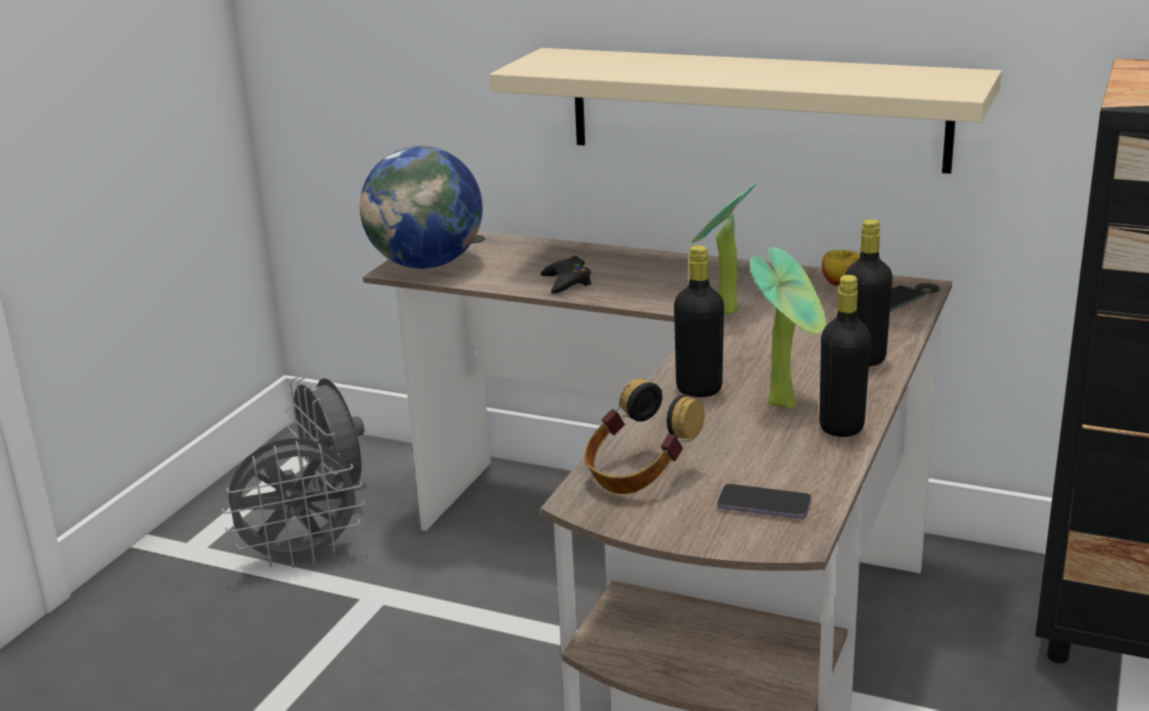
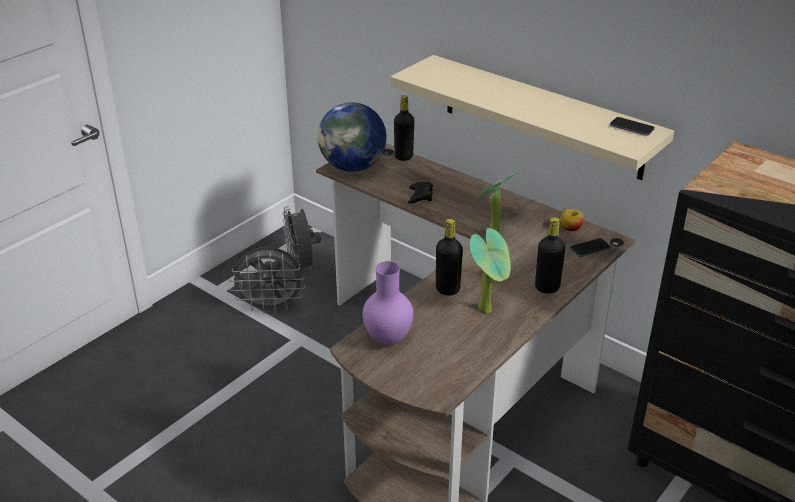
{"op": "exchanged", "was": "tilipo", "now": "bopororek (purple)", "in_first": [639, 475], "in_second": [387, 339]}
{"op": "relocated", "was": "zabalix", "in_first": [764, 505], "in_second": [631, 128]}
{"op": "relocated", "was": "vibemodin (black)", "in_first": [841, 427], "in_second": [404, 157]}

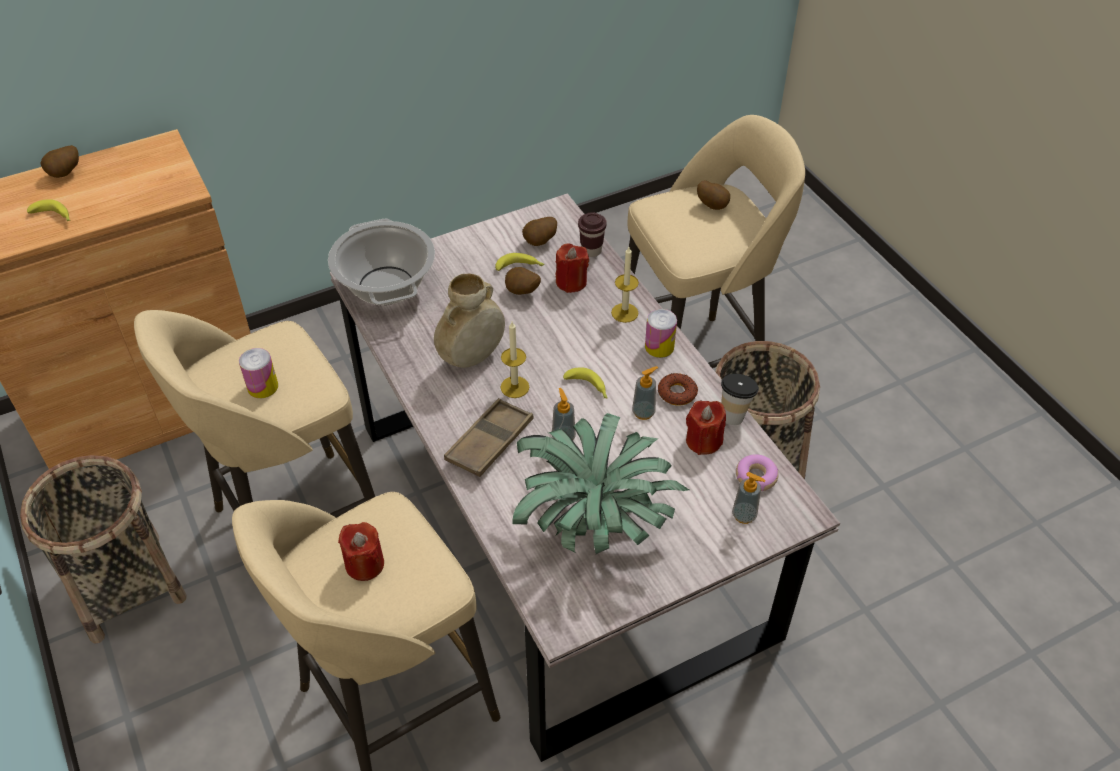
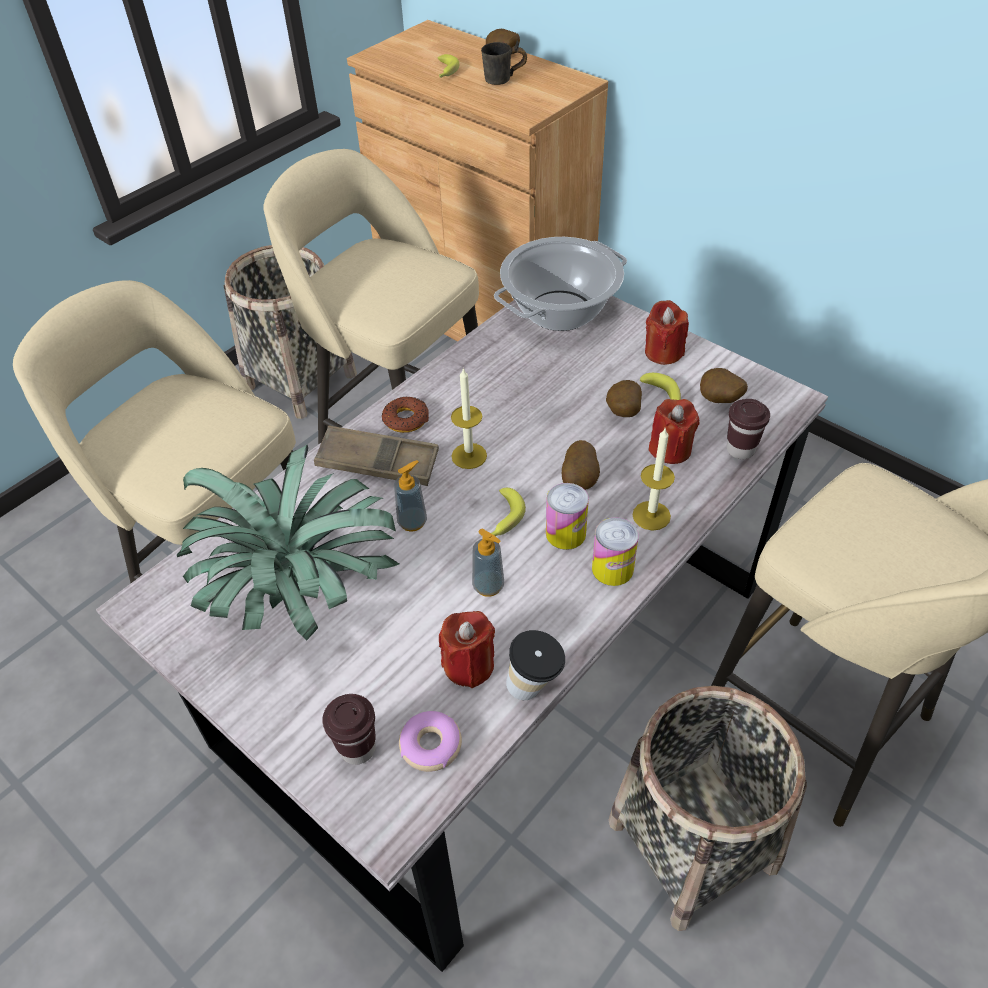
{"op": "relocated", "was": "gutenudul", "in_first": [262, 386], "in_second": [565, 533]}
{"op": "relocated", "was": "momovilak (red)", "in_first": [364, 564], "in_second": [663, 352]}
{"op": "missing", "was": "bopororek (beige)", "in_first": [472, 357]}
{"op": "relocated", "was": "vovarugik", "in_first": [677, 393], "in_second": [406, 419]}
{"op": "relocated", "was": "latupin", "in_first": [713, 205], "in_second": [580, 481]}
{"op": "exchanged", "was": "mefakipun", "now": "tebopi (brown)", "in_first": [744, 515], "in_second": [357, 748]}
{"op": "appeared", "now": "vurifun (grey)", "in_second": [504, 82]}

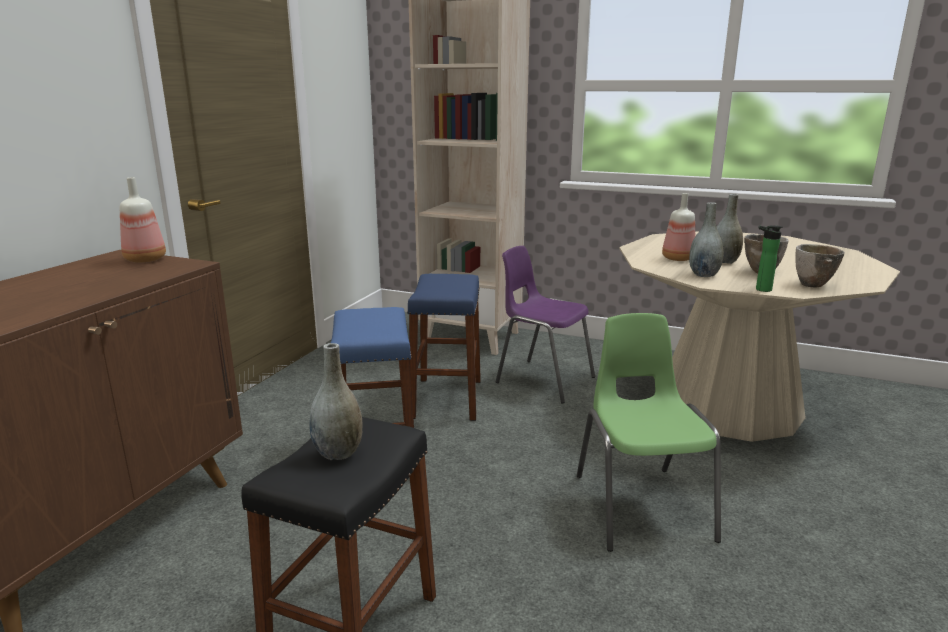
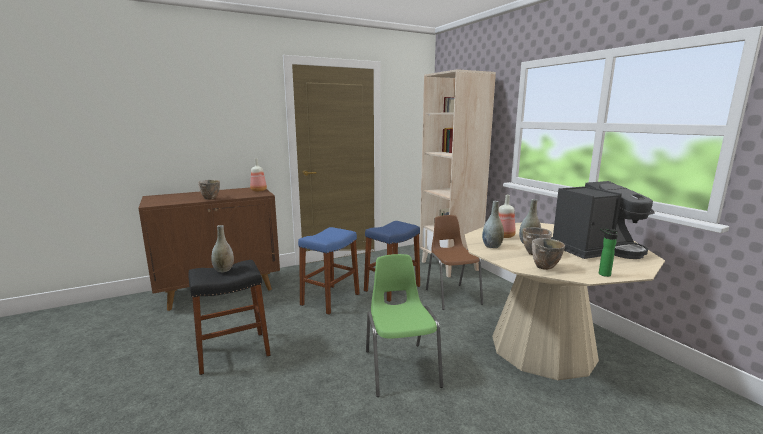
{"op": "colour", "was": "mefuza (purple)", "now": "mefuza (brown)", "in_first": [543, 379], "in_second": [452, 296]}
{"op": "spun", "was": "mefuza (green)", "in_first": [641, 505], "in_second": [401, 367], "clockwise": -45}
{"op": "relocated", "was": "vibemodin", "in_first": [760, 289], "in_second": [602, 274]}
{"op": "appeared", "now": "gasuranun", "in_second": [210, 199]}
{"op": "appeared", "now": "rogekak", "in_second": [596, 249]}

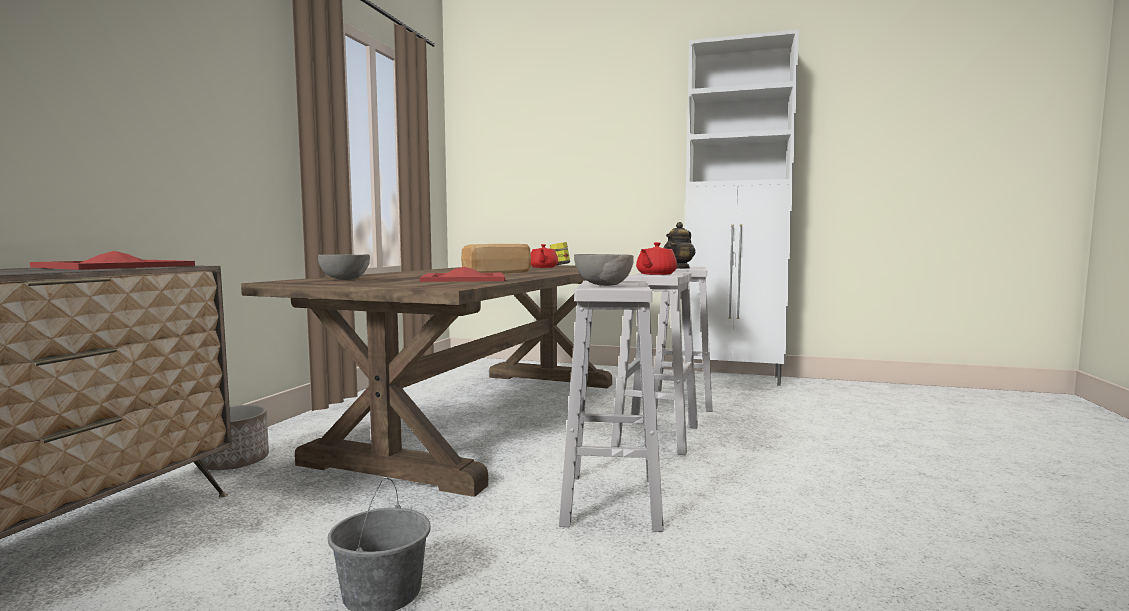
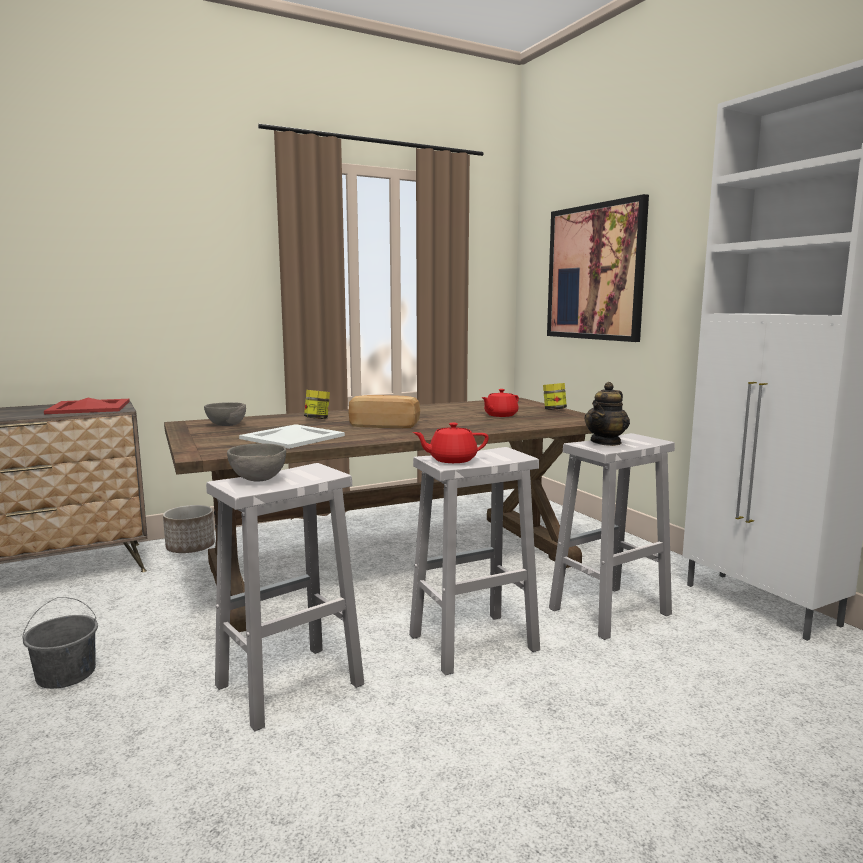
{"op": "colour", "was": "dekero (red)", "now": "dekero (white)", "in_first": [463, 278], "in_second": [292, 437]}
{"op": "spun", "was": "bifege", "in_first": [678, 268], "in_second": [606, 442], "clockwise": -45}
{"op": "appeared", "now": "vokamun", "in_second": [317, 419]}
{"op": "appeared", "now": "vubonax", "in_second": [595, 272]}

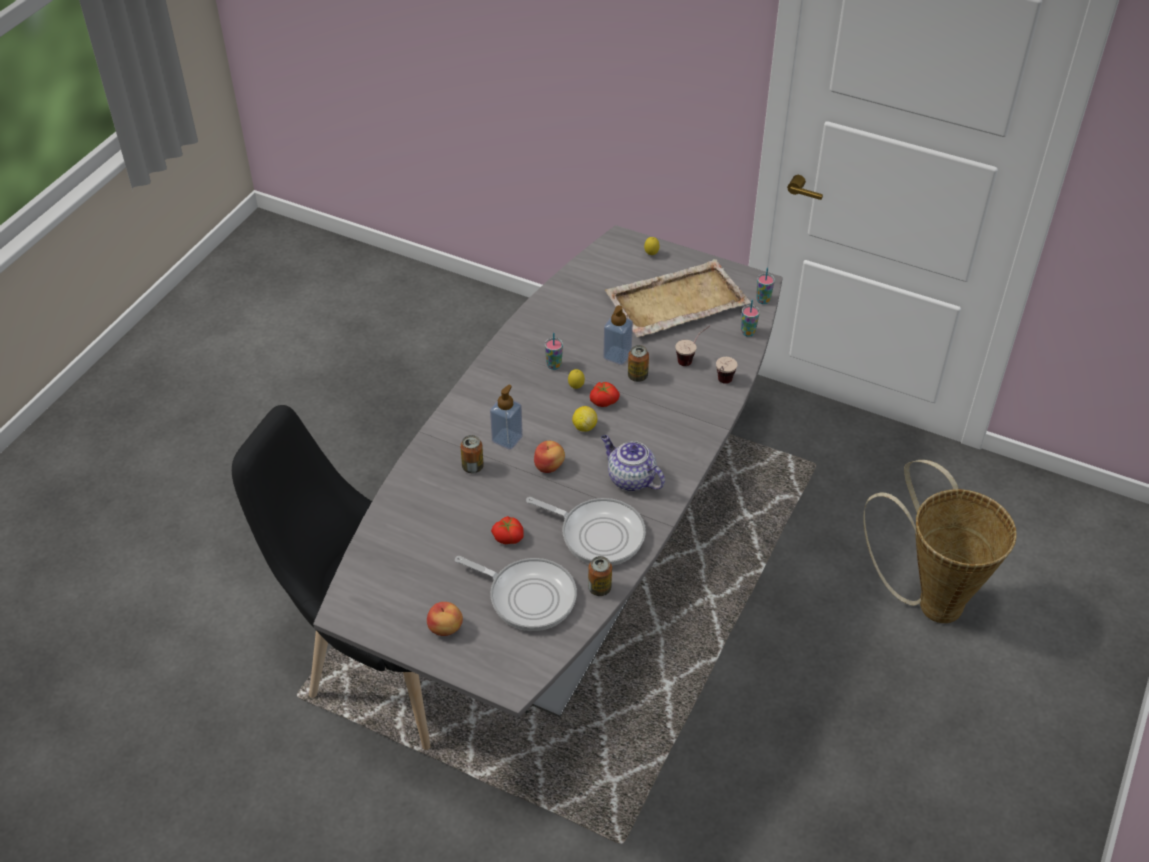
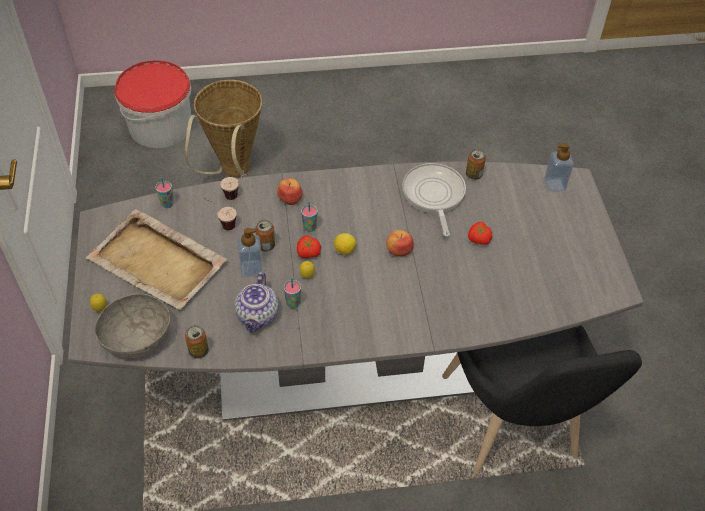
{"op": "relocated", "was": "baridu", "in_first": [445, 629], "in_second": [290, 198]}
{"op": "missing", "was": "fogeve", "in_first": [528, 596]}
{"op": "relocated", "was": "gutenudul", "in_first": [472, 467], "in_second": [198, 351]}
{"op": "relocated", "was": "mefakipun", "in_first": [507, 439], "in_second": [554, 184]}
{"op": "relocated", "was": "bifege", "in_first": [630, 479], "in_second": [258, 316]}
{"op": "relocated", "was": "tebopi", "in_first": [763, 300], "in_second": [309, 227]}
{"op": "appeared", "now": "gasuranun (grey)", "in_second": [137, 337]}
{"op": "appeared", "now": "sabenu", "in_second": [160, 126]}

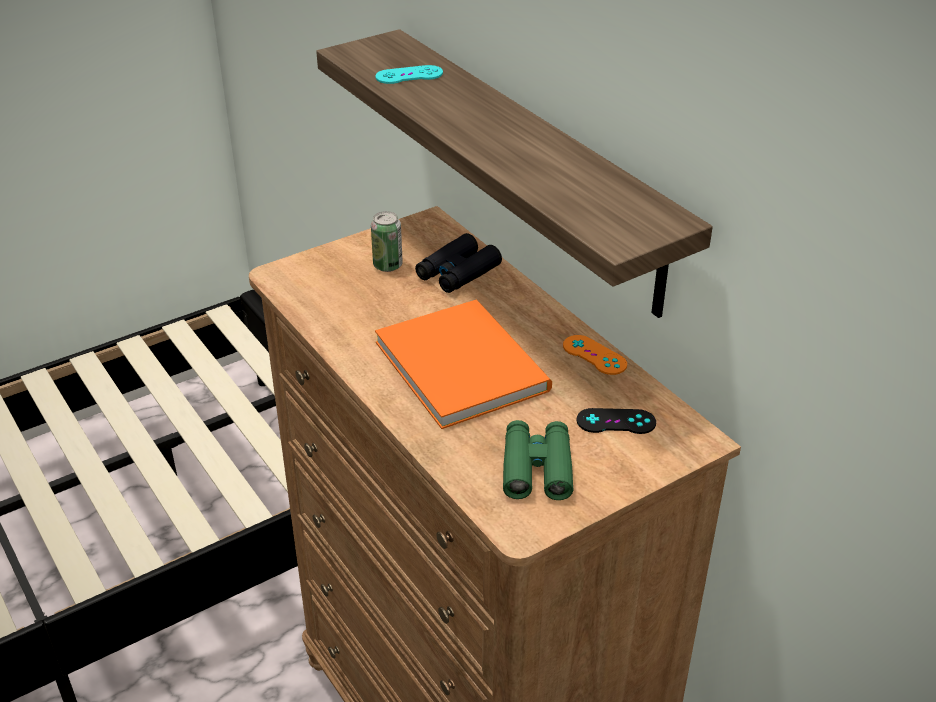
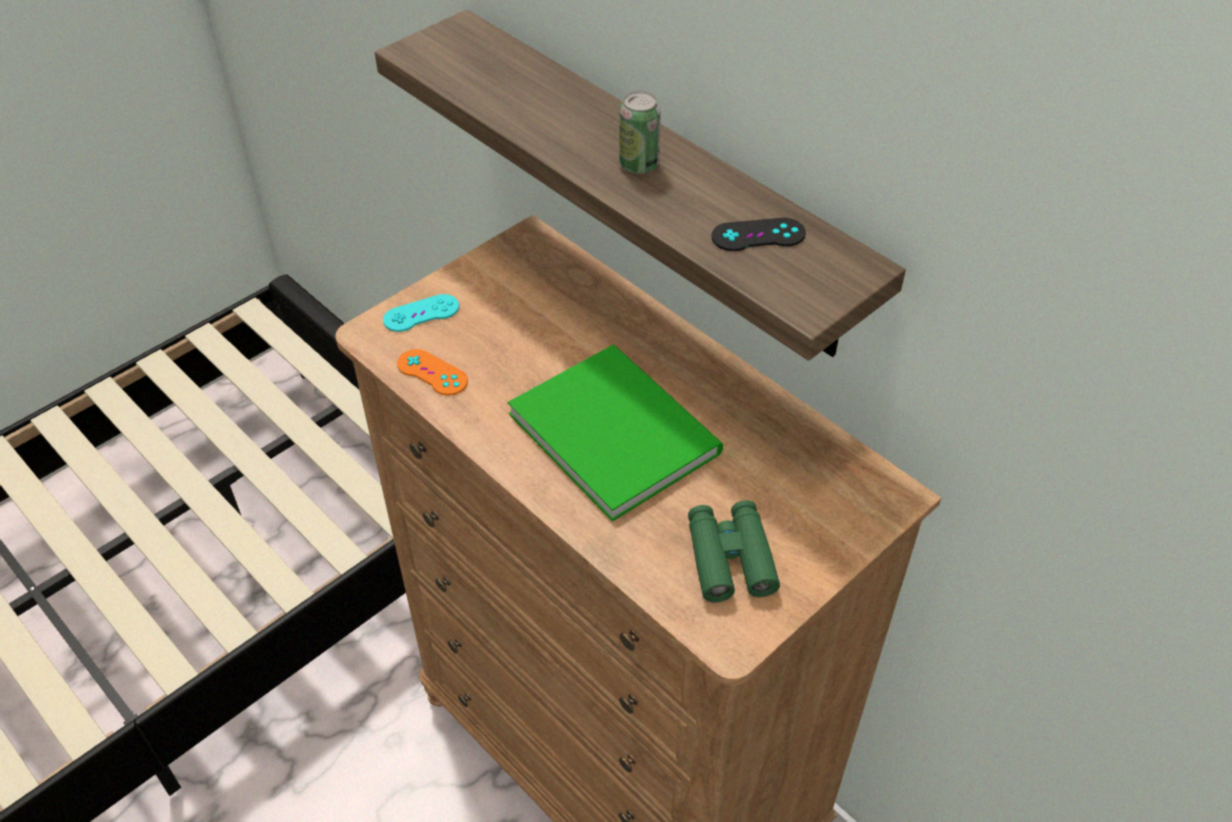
{"op": "relocated", "was": "gutenudul", "in_first": [387, 265], "in_second": [639, 165]}
{"op": "relocated", "was": "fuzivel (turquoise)", "in_first": [409, 75], "in_second": [421, 313]}
{"op": "colour", "was": "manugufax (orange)", "now": "manugufax (green)", "in_first": [462, 362], "in_second": [614, 427]}
{"op": "missing", "was": "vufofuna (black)", "in_first": [457, 273]}
{"op": "relocated", "was": "fuzivel (orange)", "in_first": [594, 355], "in_second": [432, 373]}
{"op": "relocated", "was": "fuzivel (black)", "in_first": [616, 421], "in_second": [758, 235]}

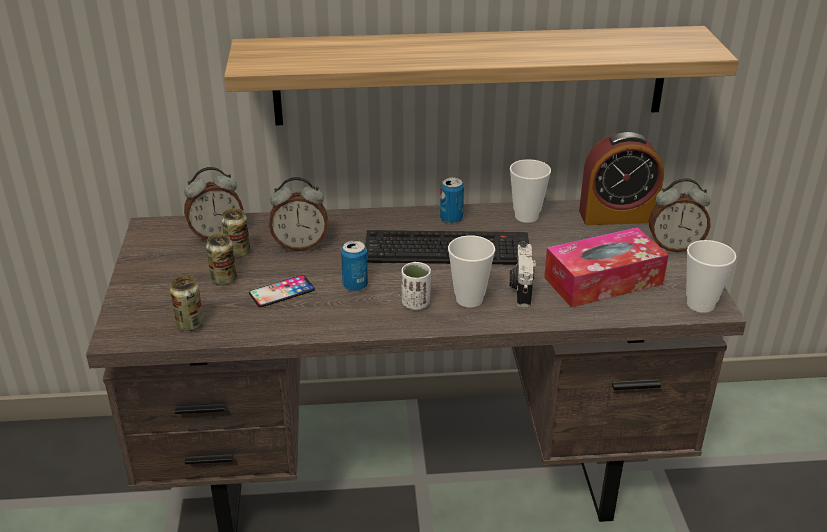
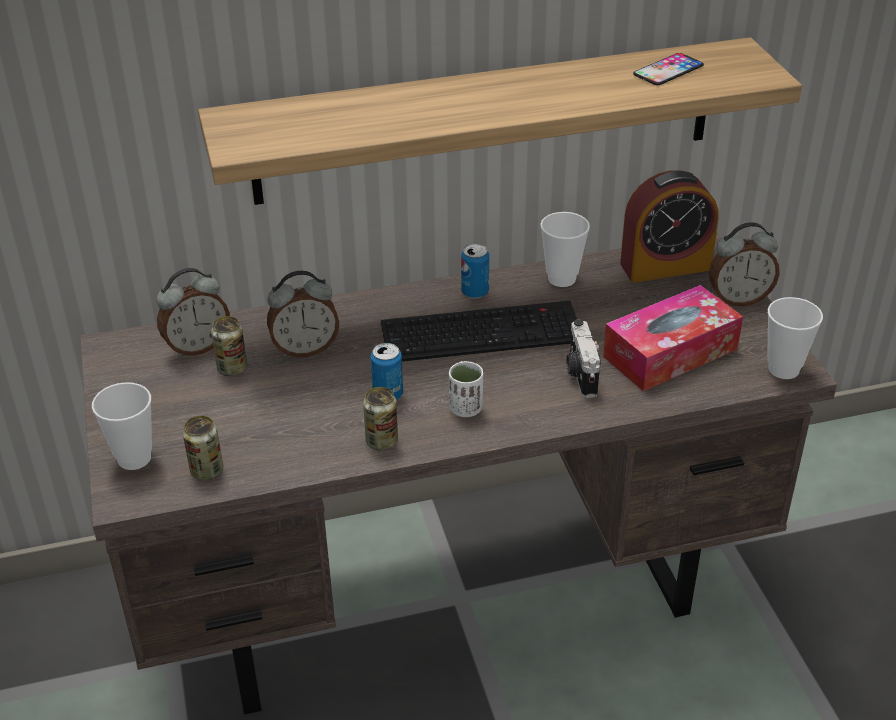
{"op": "relocated", "was": "gutenudul", "in_first": [224, 280], "in_second": [382, 441]}
{"op": "relocated", "was": "zabalix", "in_first": [282, 291], "in_second": [668, 70]}
{"op": "relocated", "was": "tebopi", "in_first": [469, 299], "in_second": [134, 458]}

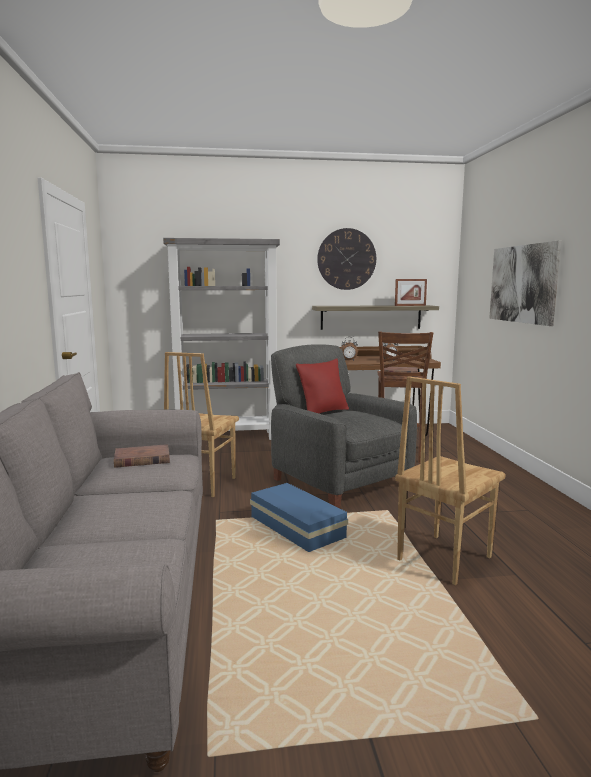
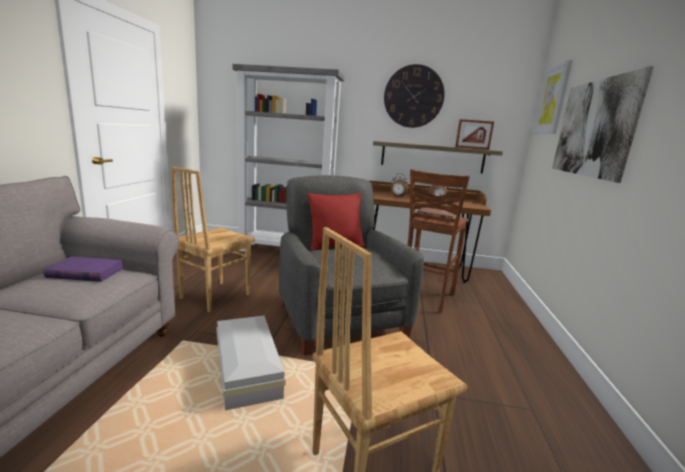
{"op": "colour", "was": "manugufax (brown)", "now": "manugufax (purple)", "in_first": [141, 459], "in_second": [86, 272]}
{"op": "colour", "was": "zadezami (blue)", "now": "zadezami (white)", "in_first": [296, 528], "in_second": [246, 370]}
{"op": "appeared", "now": "vubonax", "in_second": [552, 100]}

